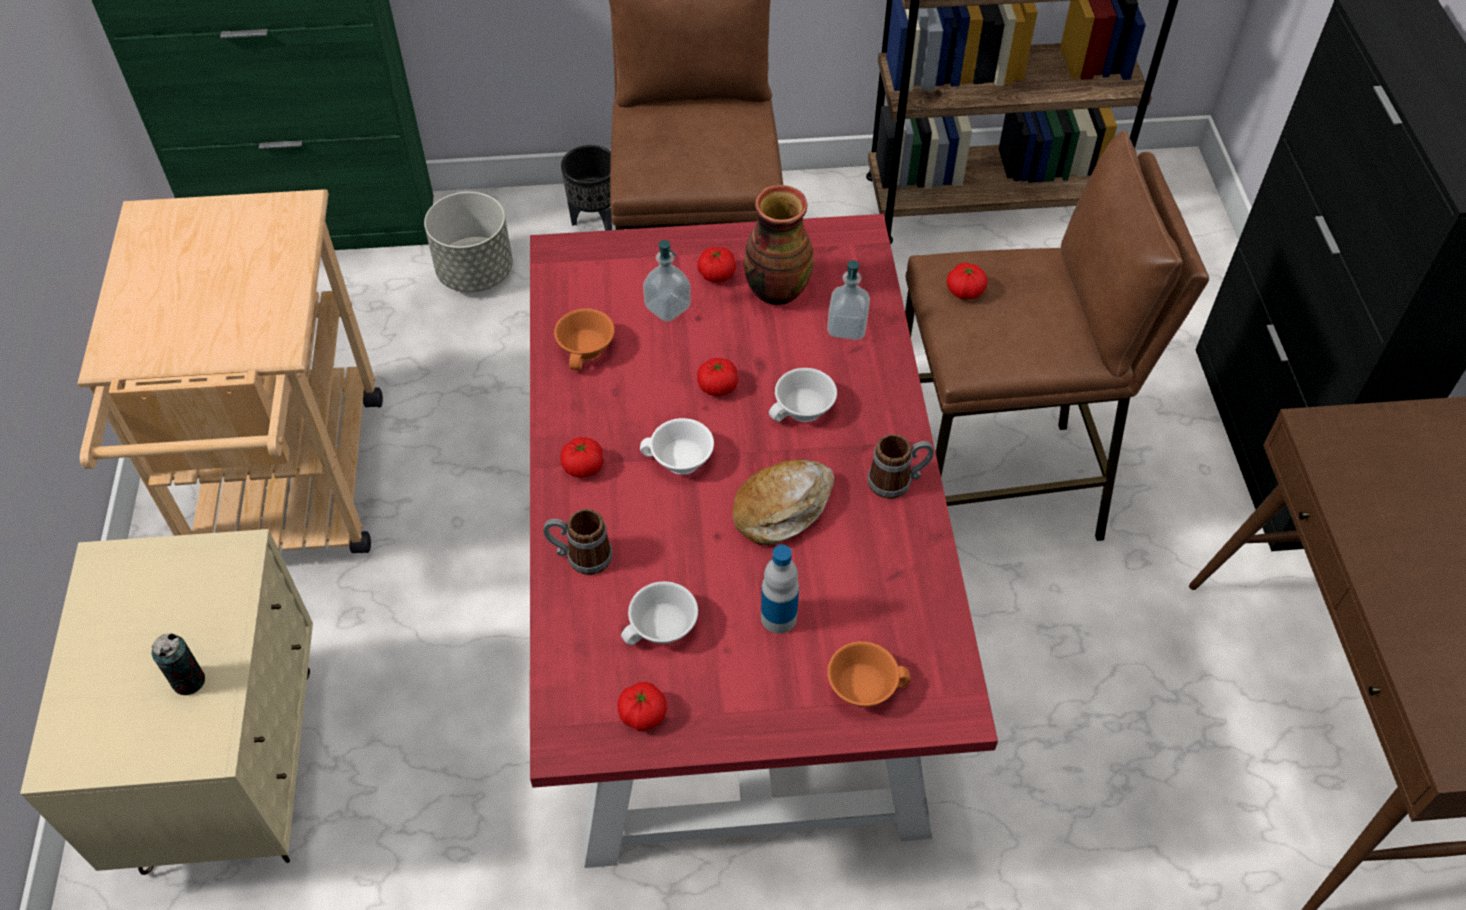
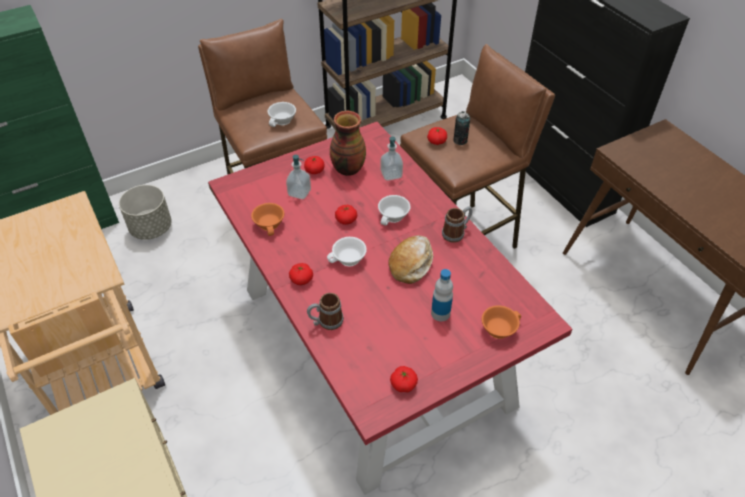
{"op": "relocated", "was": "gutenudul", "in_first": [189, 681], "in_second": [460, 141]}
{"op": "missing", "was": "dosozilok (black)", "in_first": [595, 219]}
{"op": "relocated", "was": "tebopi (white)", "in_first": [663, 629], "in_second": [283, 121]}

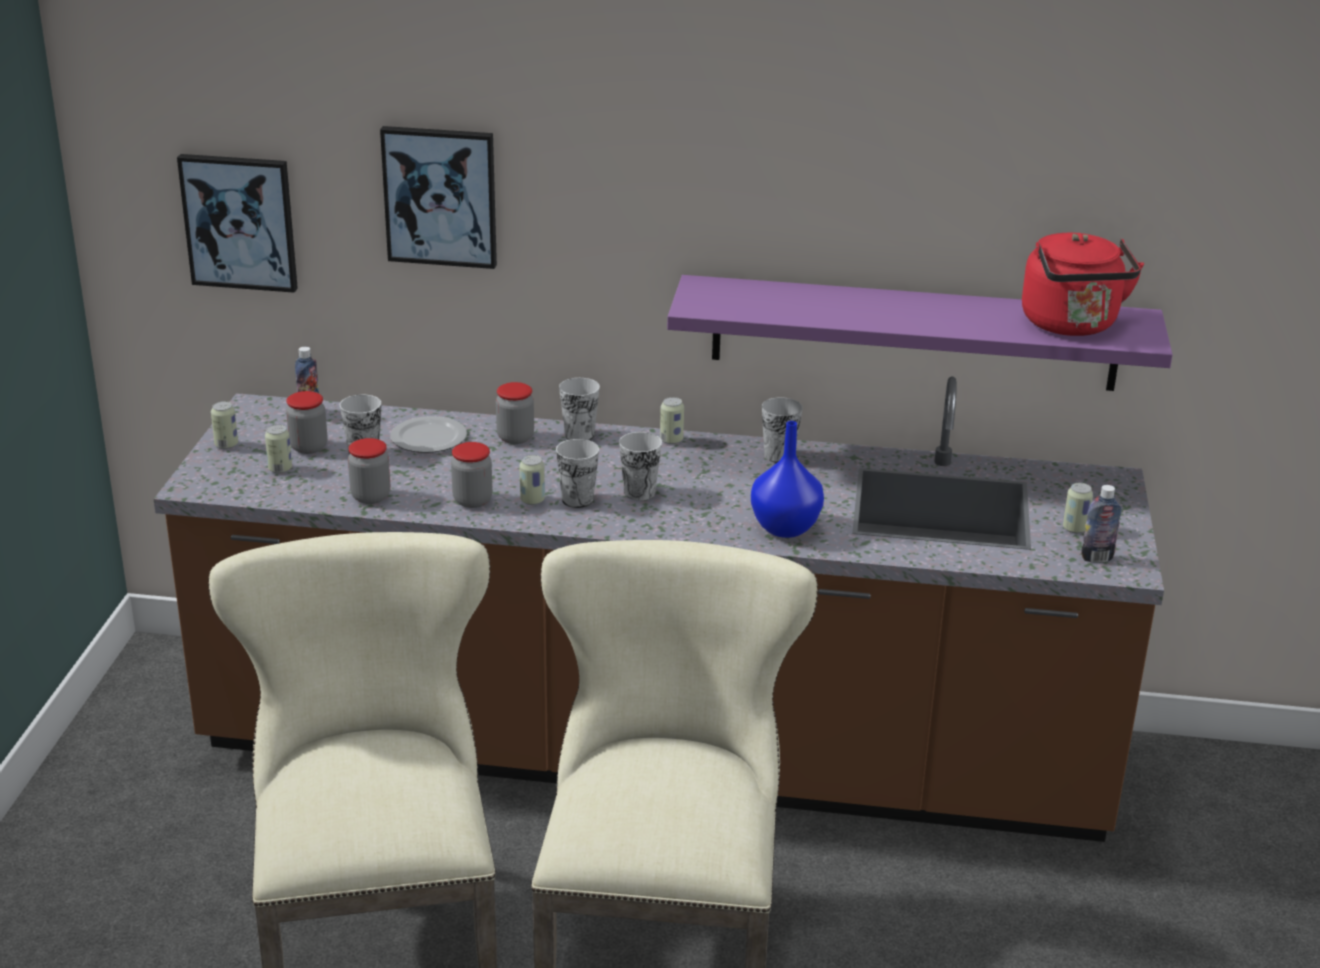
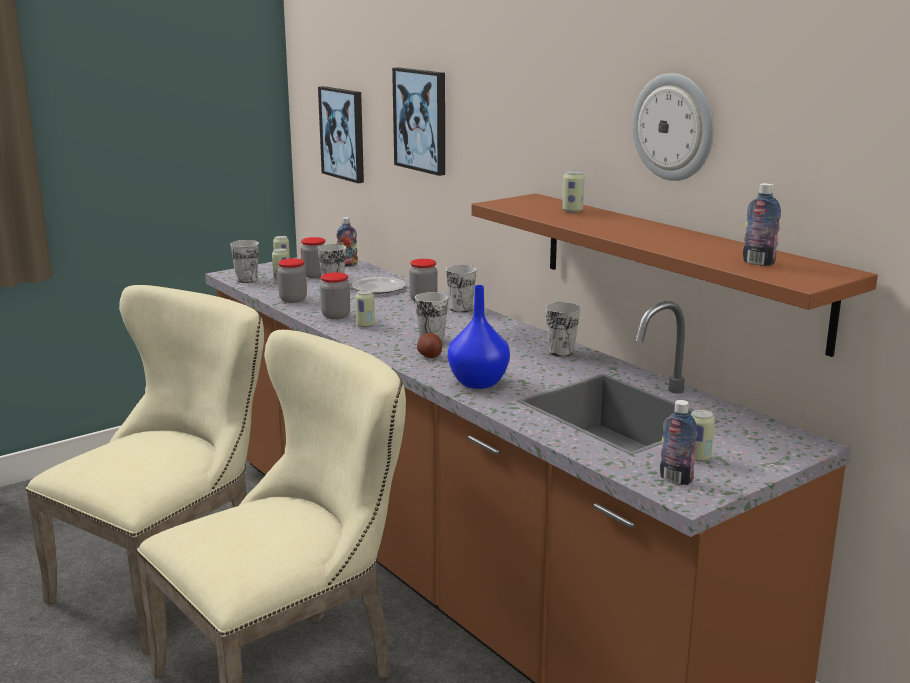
{"op": "relocated", "was": "tebopi", "in_first": [577, 500], "in_second": [247, 280]}
{"op": "relocated", "was": "gutenudul", "in_first": [671, 440], "in_second": [572, 210]}
{"op": "colour", "was": "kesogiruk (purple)", "now": "kesogiruk (brown)", "in_first": [914, 333], "in_second": [677, 267]}
{"op": "exchanged", "was": "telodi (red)", "now": "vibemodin", "in_first": [1072, 325], "in_second": [758, 263]}
{"op": "appeared", "now": "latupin", "in_second": [429, 355]}
{"op": "appeared", "now": "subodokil", "in_second": [674, 127]}

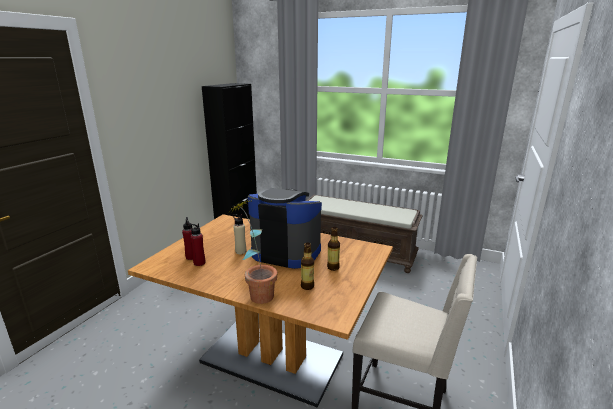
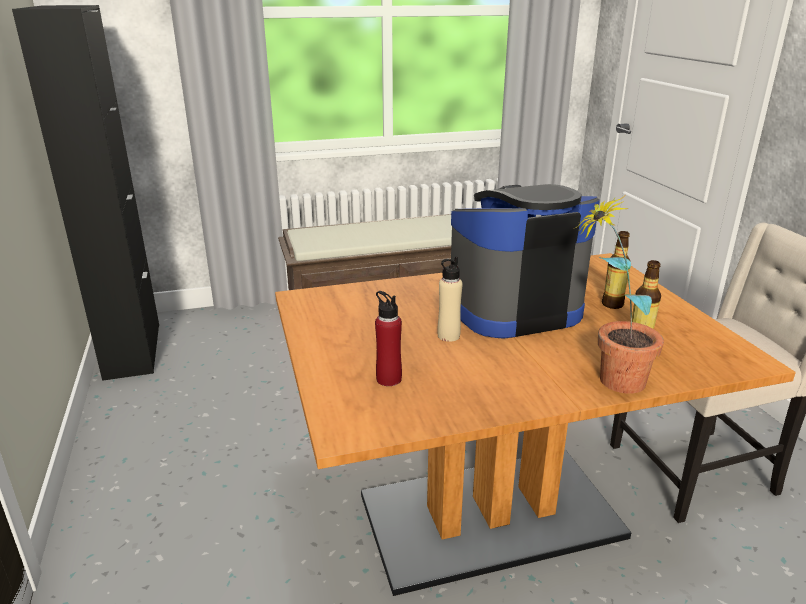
{"op": "missing", "was": "vibemodin (red)", "in_first": [199, 263]}

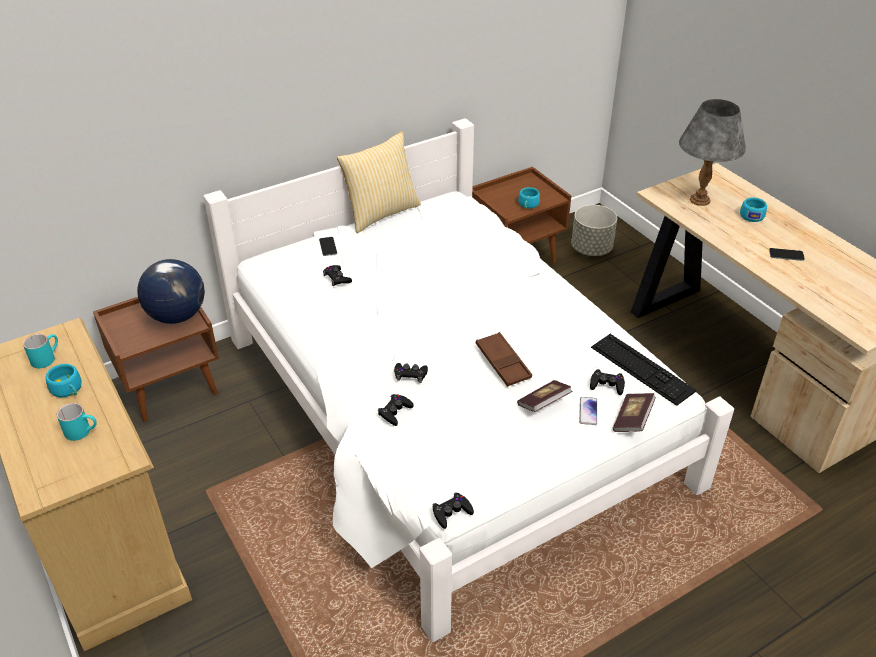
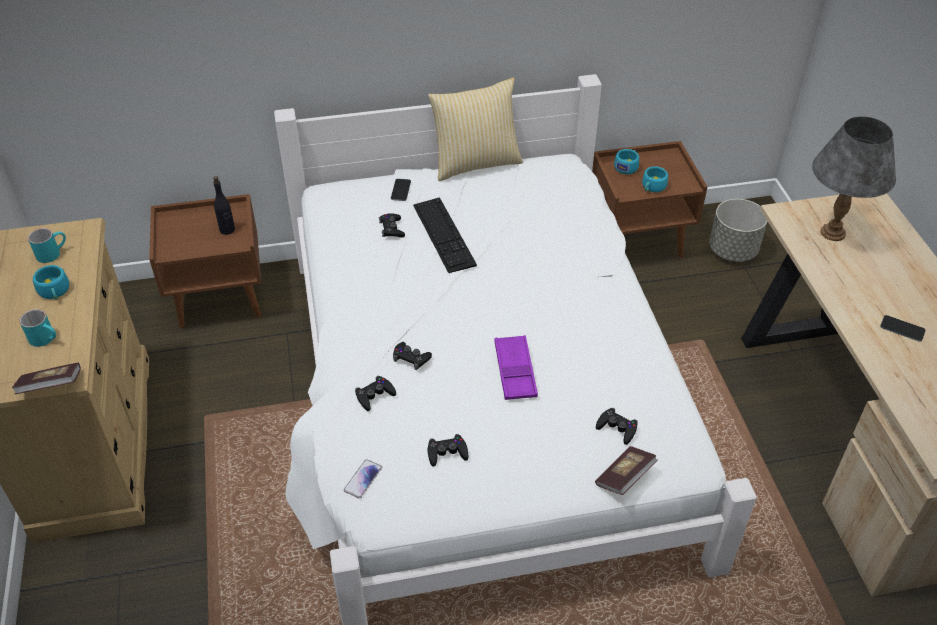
{"op": "exchanged", "was": "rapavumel", "now": "vibemodin (black)", "in_first": [177, 315], "in_second": [227, 230]}
{"op": "relocated", "was": "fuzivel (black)", "in_first": [451, 513], "in_second": [447, 453]}
{"op": "colour", "was": "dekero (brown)", "now": "dekero (purple)", "in_first": [503, 363], "in_second": [515, 371]}
{"op": "relocated", "was": "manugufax", "in_first": [543, 403], "in_second": [51, 387]}
{"op": "relocated", "was": "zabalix", "in_first": [588, 411], "in_second": [363, 479]}
{"op": "relocated", "was": "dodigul", "in_first": [641, 369], "in_second": [443, 234]}
{"op": "relocated", "was": "tebopi (turquoise)", "in_first": [751, 215], "in_second": [627, 166]}

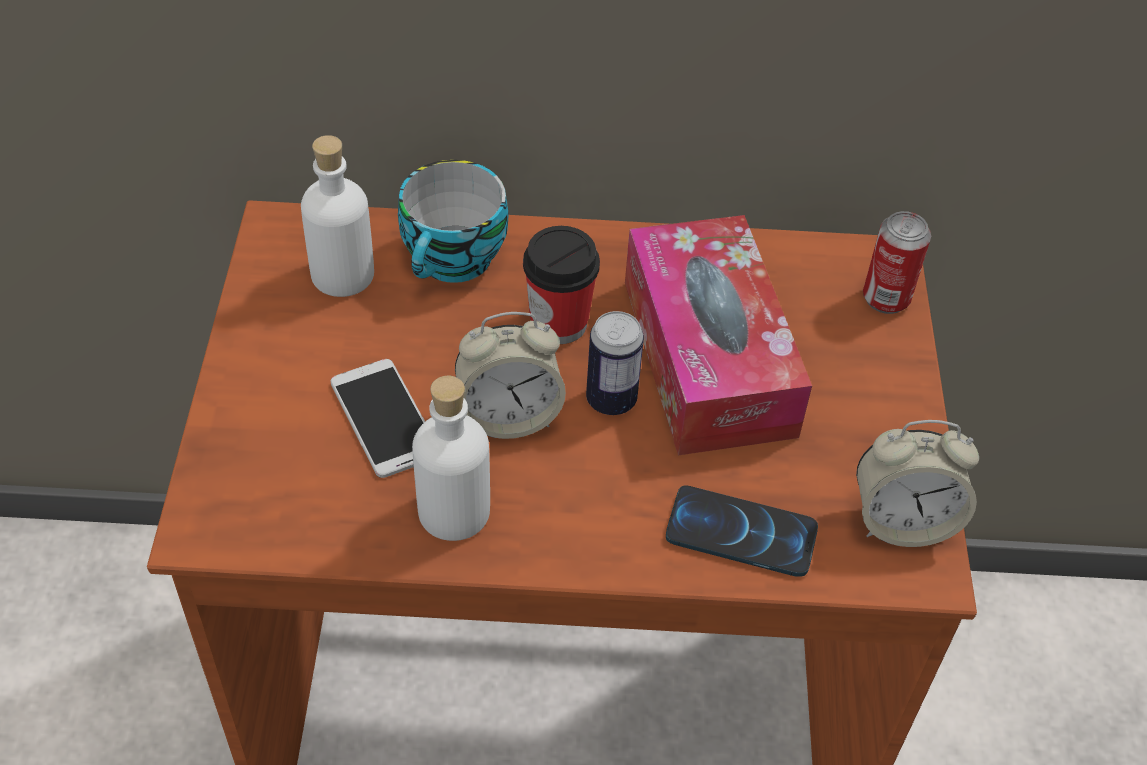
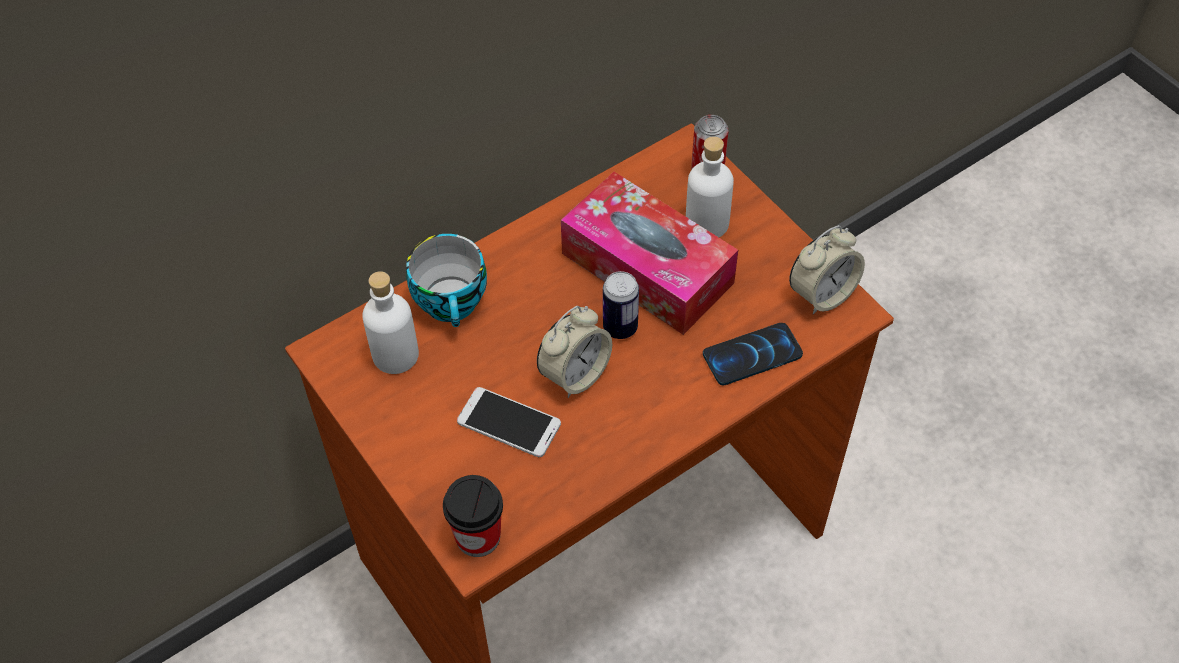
{"op": "relocated", "was": "vibemodin (white)", "in_first": [454, 511], "in_second": [707, 223]}
{"op": "relocated", "was": "tebopi", "in_first": [559, 323], "in_second": [478, 536]}

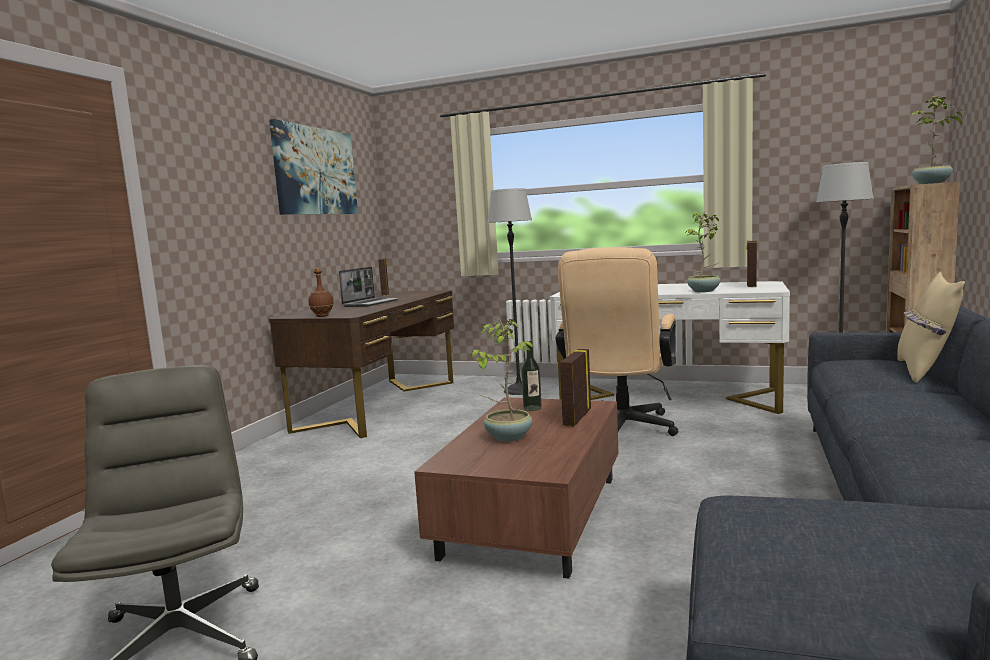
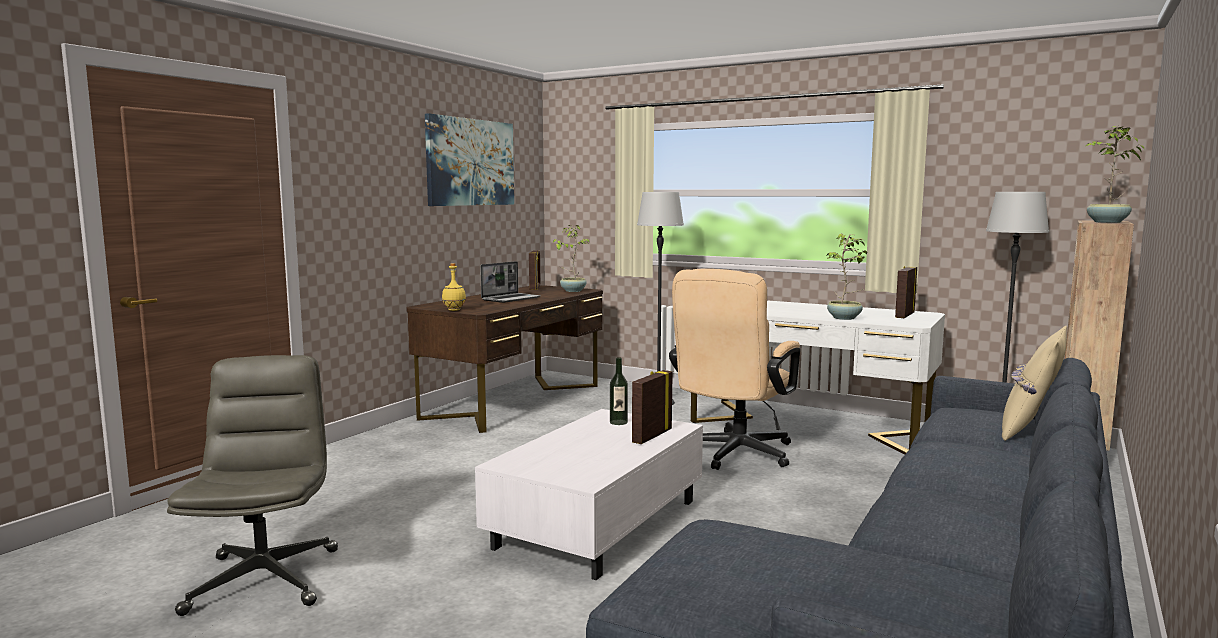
{"op": "colour", "was": "vibemodin (brown)", "now": "vibemodin (yellow)", "in_first": [322, 316], "in_second": [454, 310]}
{"op": "colour", "was": "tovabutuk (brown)", "now": "tovabutuk (white)", "in_first": [532, 516], "in_second": [597, 524]}
{"op": "relocated", "was": "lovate", "in_first": [507, 437], "in_second": [572, 291]}

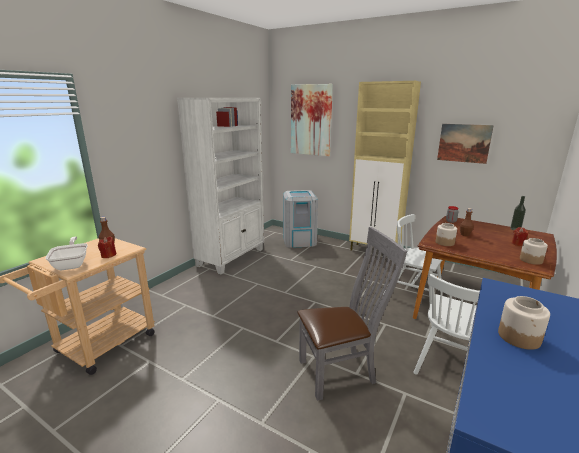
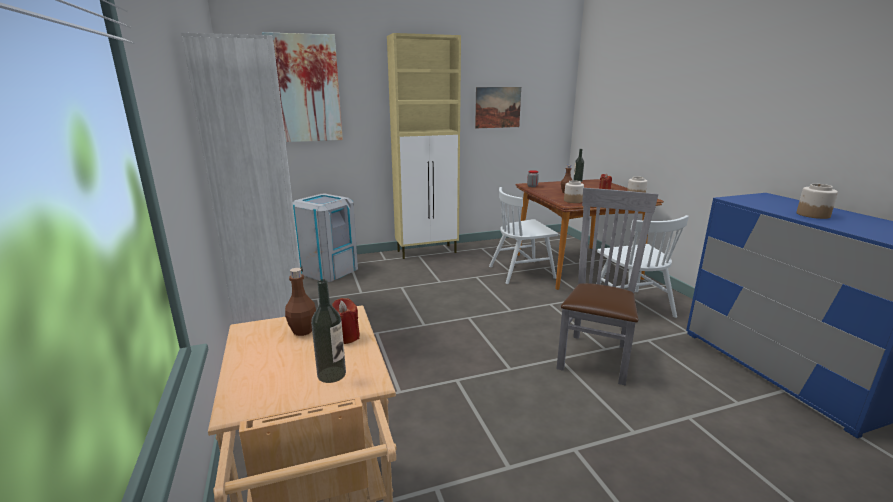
{"op": "exchanged", "was": "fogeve", "now": "vibemodin", "in_first": [72, 264], "in_second": [331, 374]}

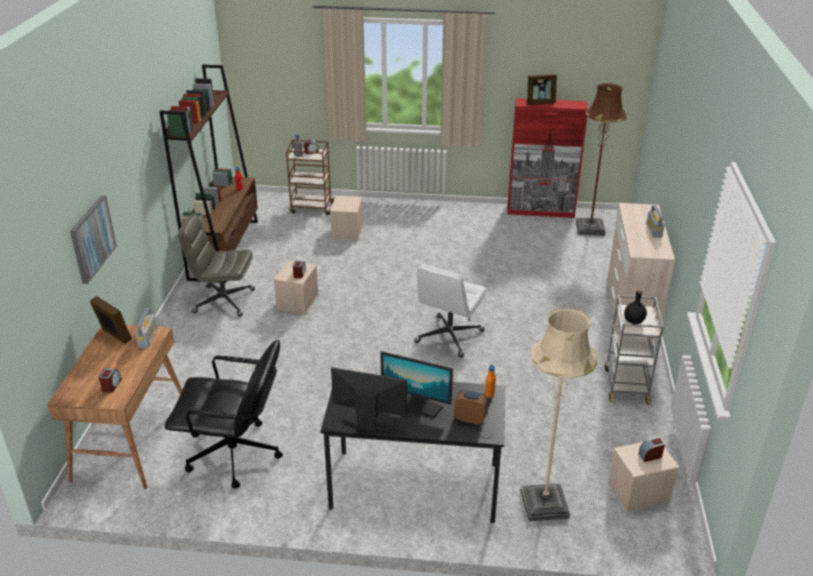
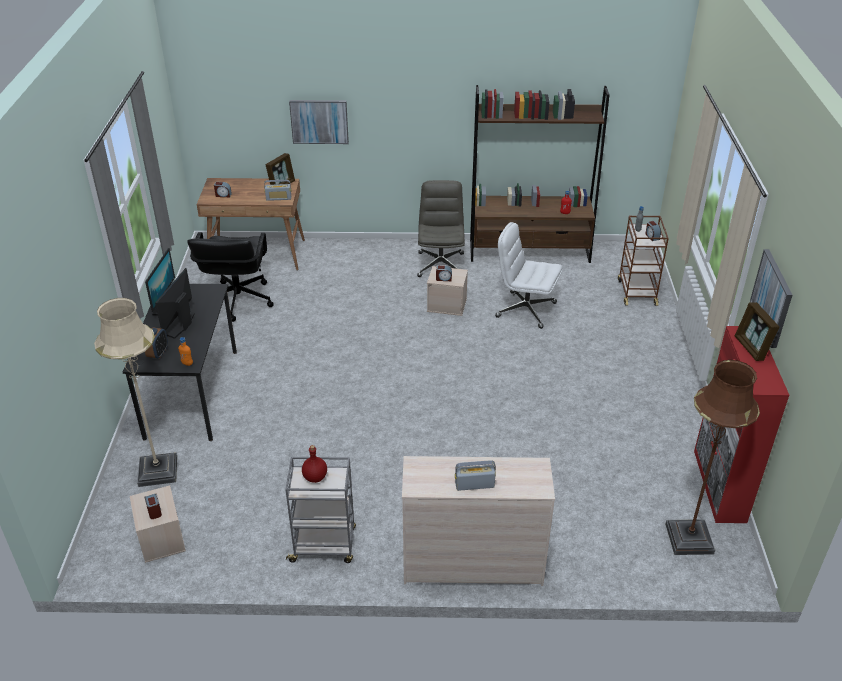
{"op": "missing", "was": "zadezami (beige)", "in_first": [347, 231]}
{"op": "relocated", "was": "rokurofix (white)", "in_first": [449, 337], "in_second": [525, 310]}
{"op": "colour", "was": "vibemodin (black)", "now": "vibemodin (red)", "in_first": [634, 321], "in_second": [315, 478]}
{"op": "appeared", "now": "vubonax", "in_second": [772, 298]}

